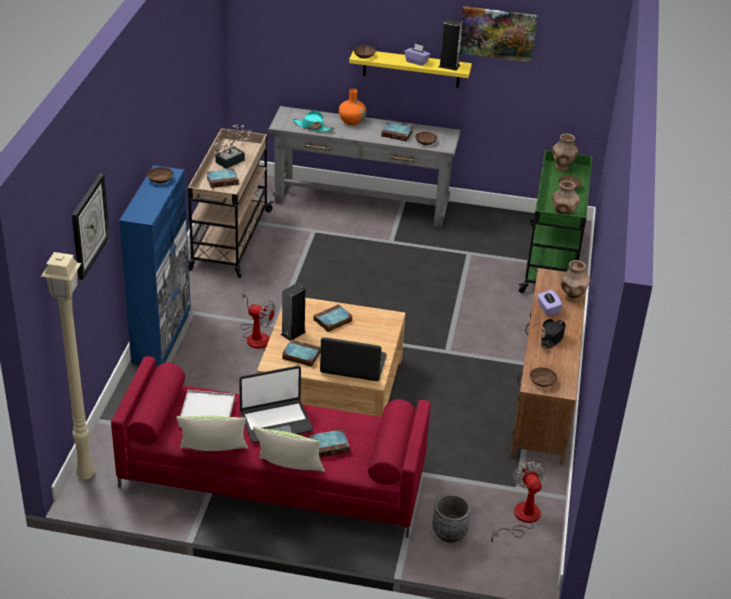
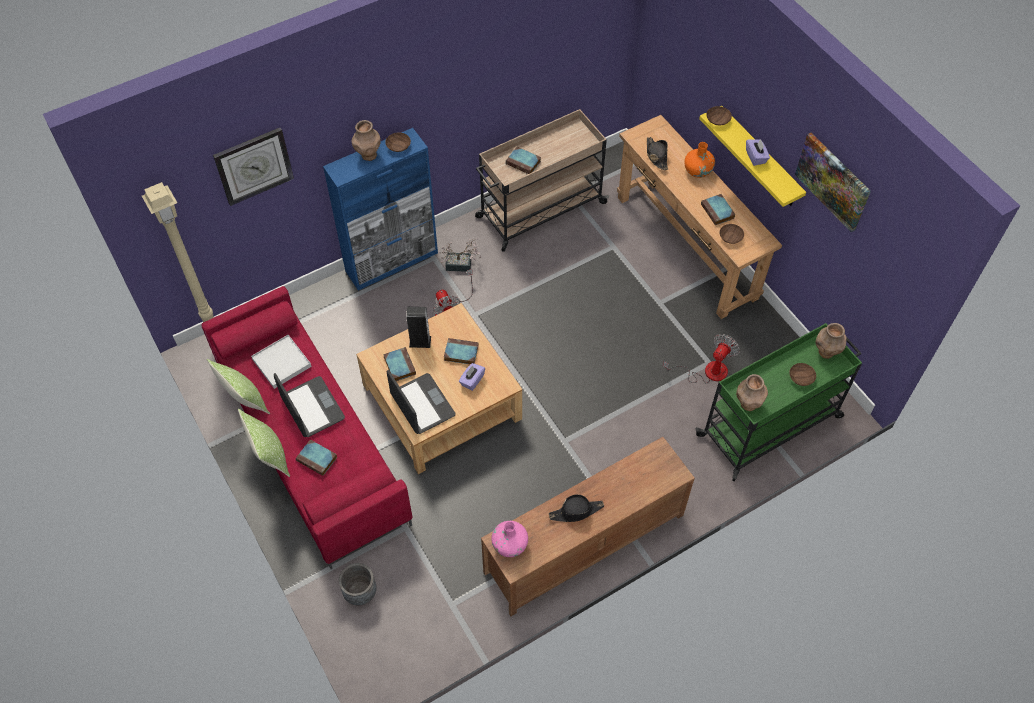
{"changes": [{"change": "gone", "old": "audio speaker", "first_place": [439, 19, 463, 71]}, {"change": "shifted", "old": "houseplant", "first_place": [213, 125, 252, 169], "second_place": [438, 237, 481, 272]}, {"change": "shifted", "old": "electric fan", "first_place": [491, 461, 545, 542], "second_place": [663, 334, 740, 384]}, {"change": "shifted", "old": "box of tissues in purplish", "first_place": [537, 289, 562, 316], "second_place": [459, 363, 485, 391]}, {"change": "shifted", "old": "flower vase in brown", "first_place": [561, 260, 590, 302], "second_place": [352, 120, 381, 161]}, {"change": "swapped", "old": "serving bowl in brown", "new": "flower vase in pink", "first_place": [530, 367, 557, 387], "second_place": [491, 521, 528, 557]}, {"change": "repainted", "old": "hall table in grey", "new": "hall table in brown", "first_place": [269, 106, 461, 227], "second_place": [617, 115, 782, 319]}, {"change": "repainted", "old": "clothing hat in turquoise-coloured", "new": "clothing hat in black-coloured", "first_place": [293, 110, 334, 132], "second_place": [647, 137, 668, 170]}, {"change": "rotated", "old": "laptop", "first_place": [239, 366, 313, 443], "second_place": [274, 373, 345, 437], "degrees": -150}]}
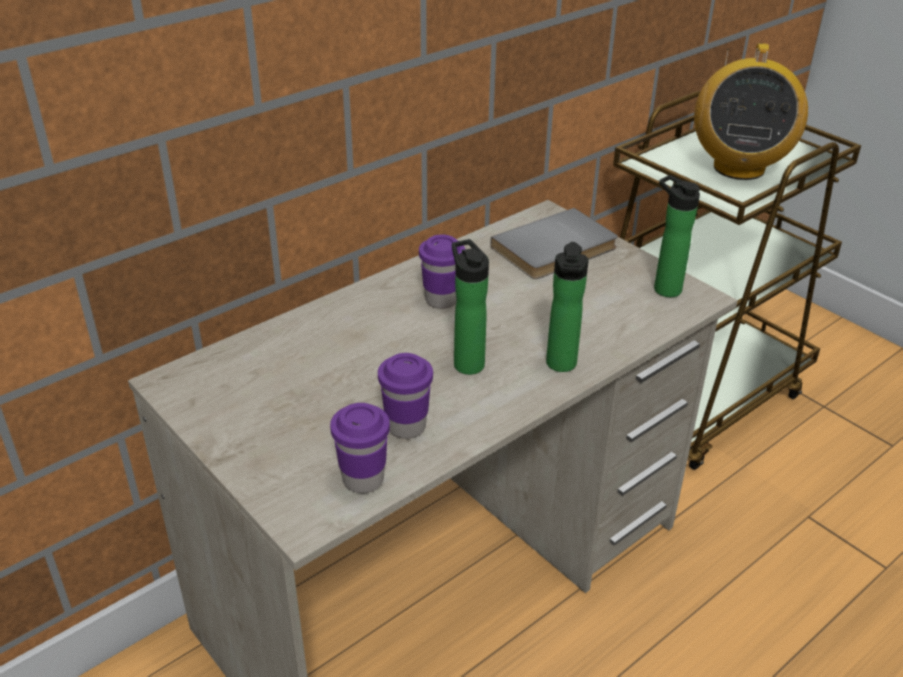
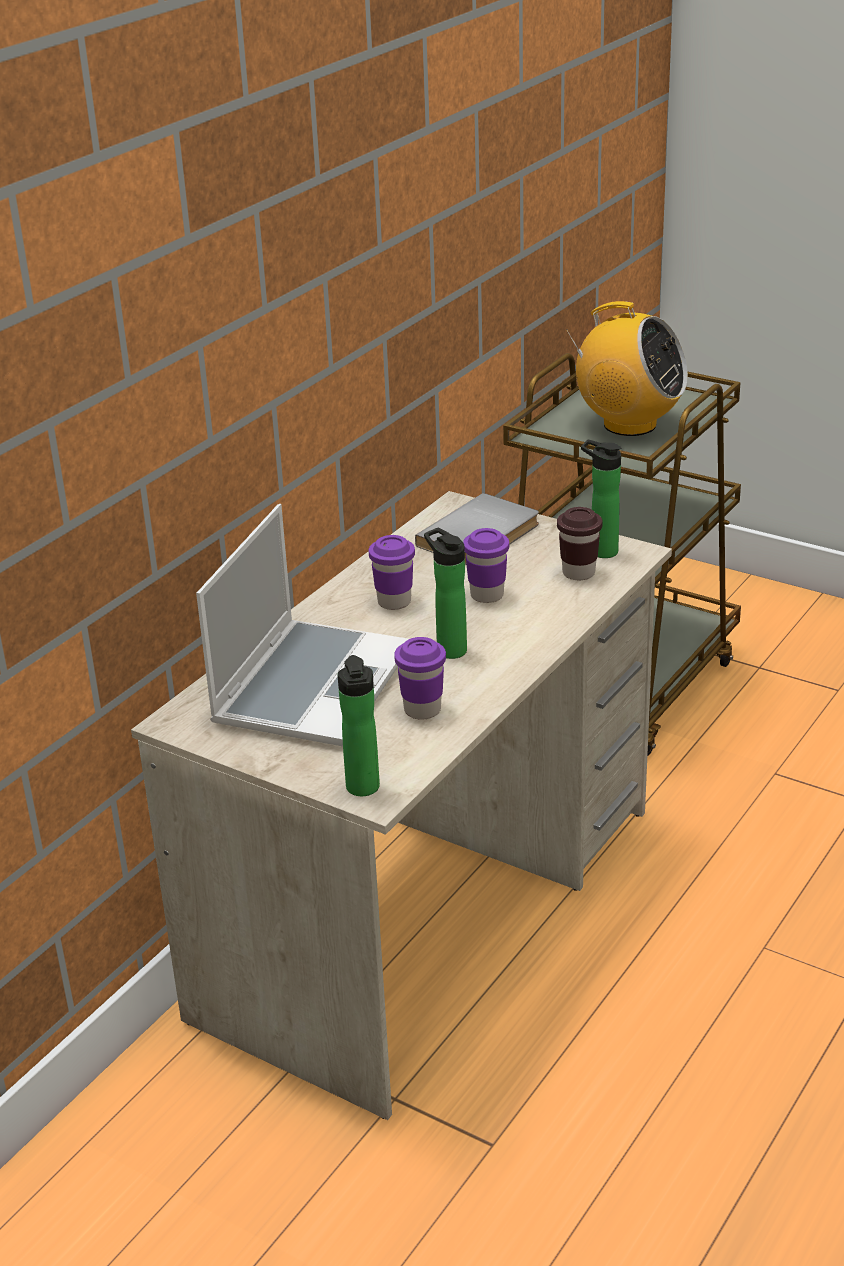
{"changes": [{"change": "new", "new": "laptop", "second_place": [196, 504, 409, 747]}, {"change": "new", "new": "small cup in brown", "second_place": [557, 507, 602, 580]}, {"change": "shifted", "old": "small cup in purplish", "first_place": [330, 403, 390, 493], "second_place": [463, 528, 509, 603]}, {"change": "shifted", "old": "beverage bottle", "first_place": [546, 242, 589, 372], "second_place": [338, 655, 380, 796]}, {"change": "rotated", "old": "radio receiver", "first_place": [694, 43, 808, 180], "second_place": [565, 301, 688, 436], "degrees": -60}]}
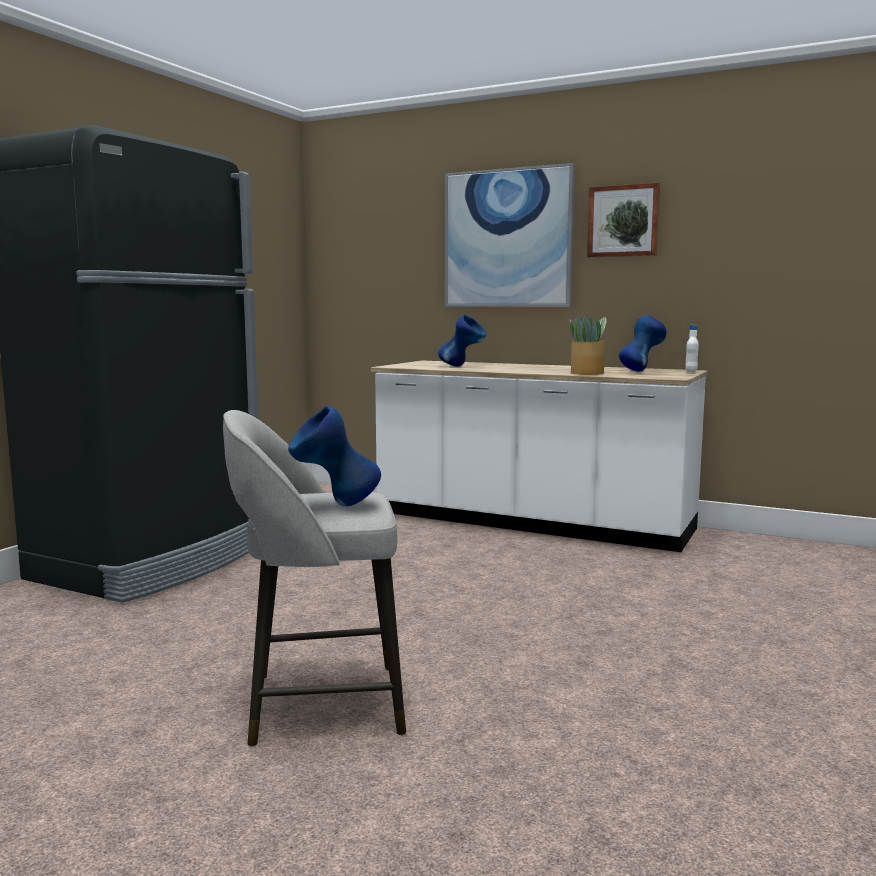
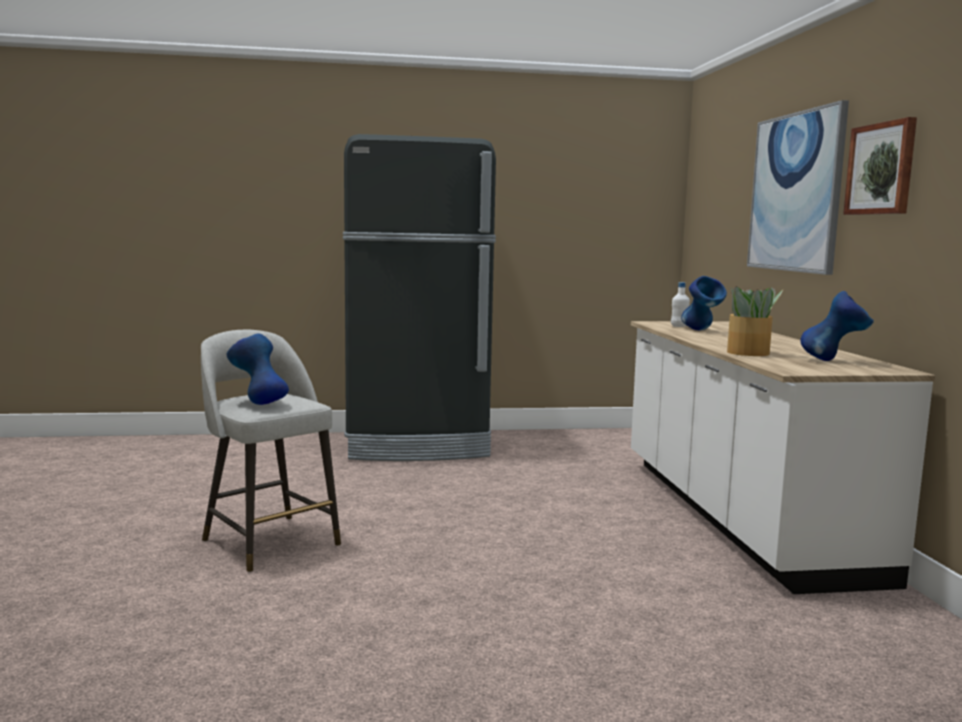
{"changes": [{"change": "shifted", "old": "beverage bottle in white", "first_place": [685, 325, 699, 373], "second_place": [671, 282, 690, 327]}]}
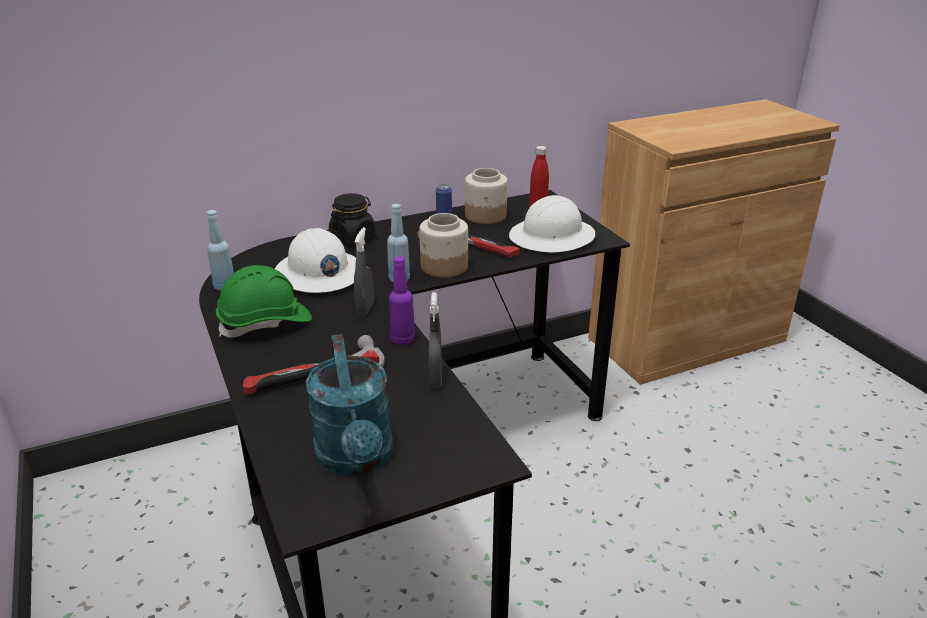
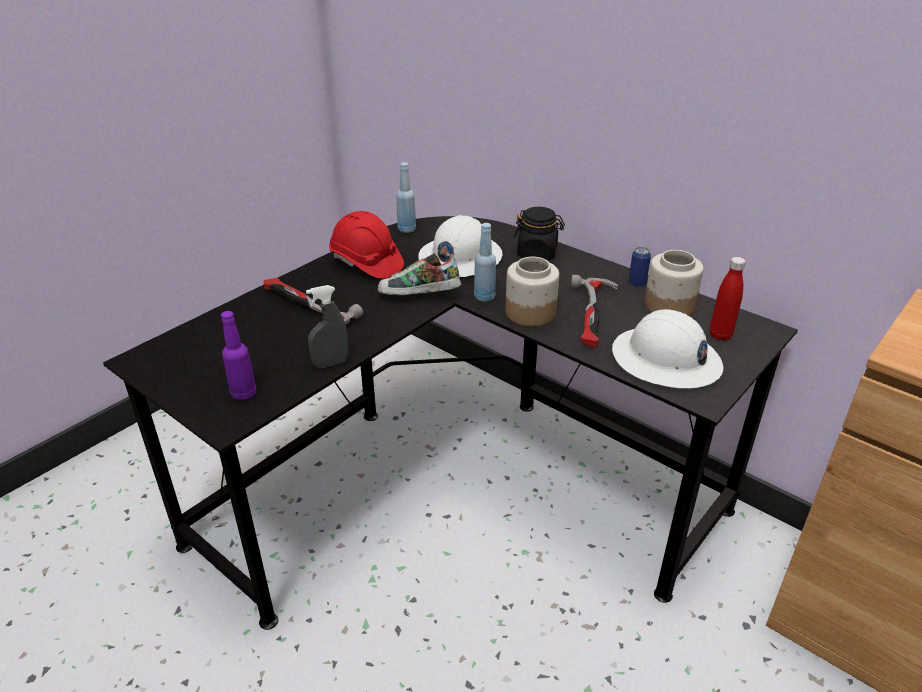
{"changes": [{"change": "gone", "old": "watering pot in turquoise-coloured", "first_place": [306, 334, 393, 476]}, {"change": "shifted", "old": "beverage bottle in purplish", "first_place": [389, 256, 415, 345], "second_place": [221, 311, 256, 401]}, {"change": "swapped", "old": "sprayer in grey", "new": "item of footwear", "first_place": [354, 227, 374, 316], "second_place": [378, 253, 461, 295]}, {"change": "repainted", "old": "work helmet in greenish", "new": "work helmet in red", "first_place": [216, 265, 312, 338], "second_place": [329, 211, 404, 279]}]}
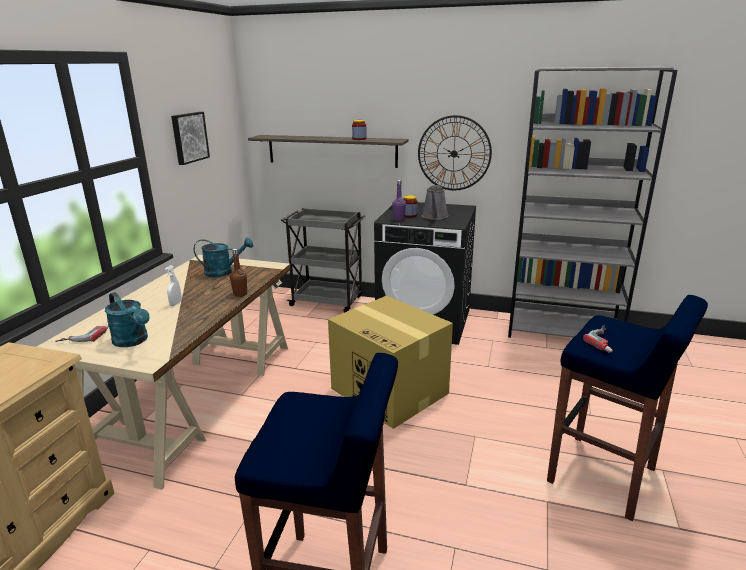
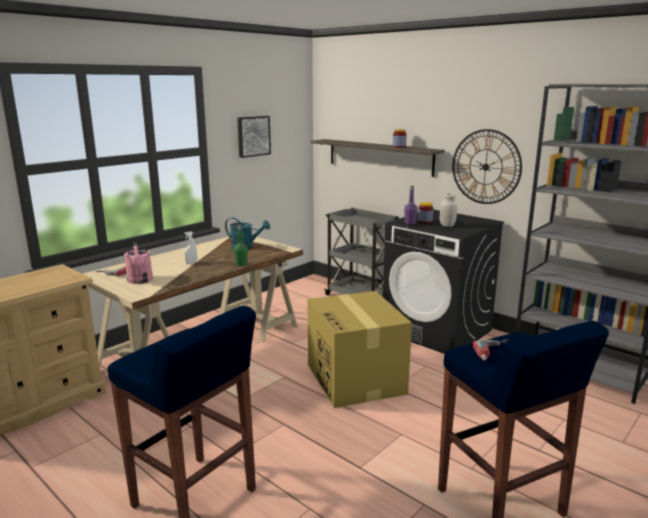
{"changes": [{"change": "swapped", "old": "watering pot in grey", "new": "jar in white", "first_place": [422, 185, 448, 220], "second_place": [440, 194, 457, 227]}, {"change": "repainted", "old": "watering pot in turquoise-coloured", "new": "watering pot in pink", "first_place": [105, 292, 150, 347], "second_place": [124, 242, 153, 284]}, {"change": "repainted", "old": "beverage bottle in brown", "new": "beverage bottle in greenish", "first_place": [230, 249, 247, 297], "second_place": [234, 225, 248, 266]}]}
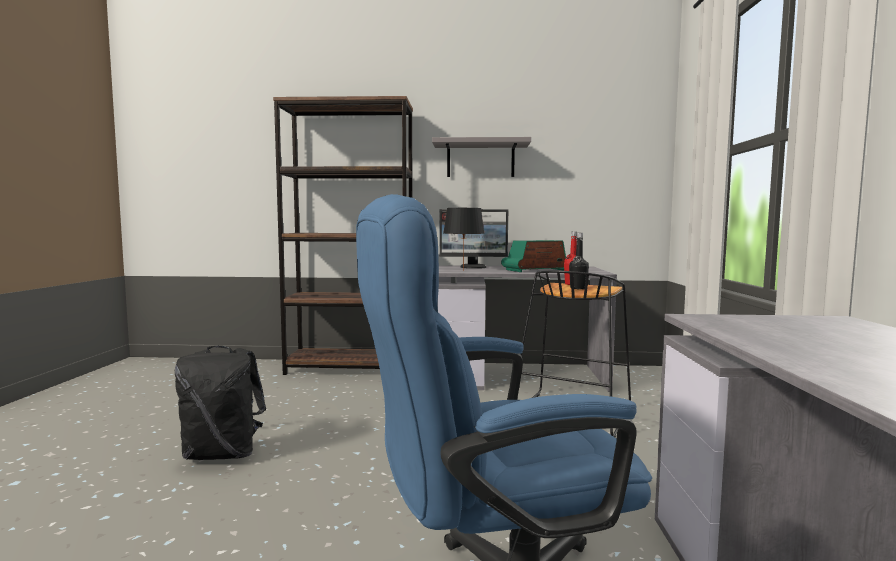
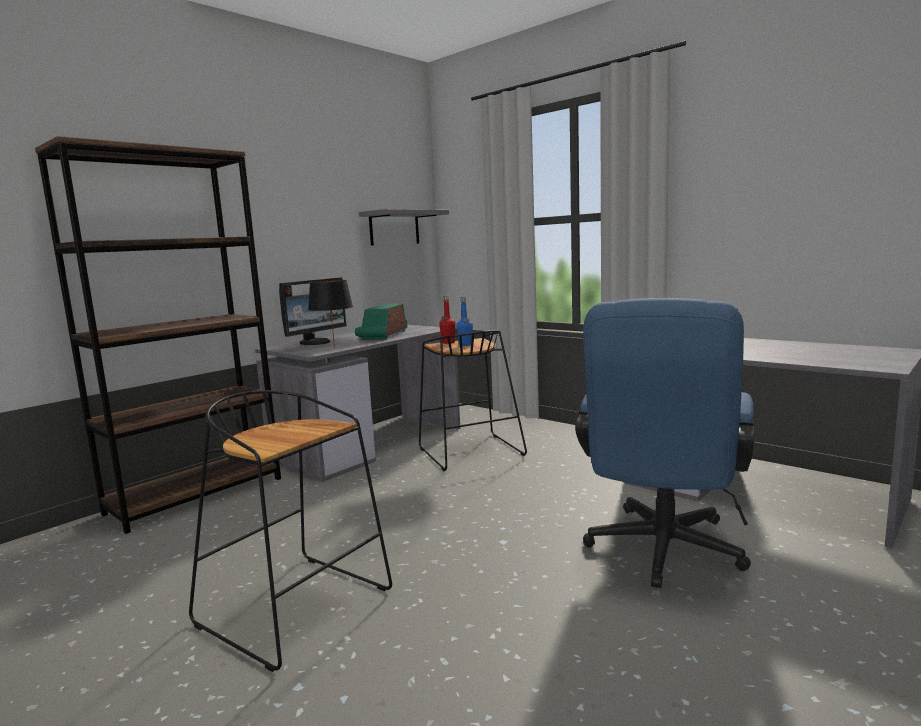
{"changes": [{"change": "shifted", "old": "shelf in grey", "first_place": [432, 137, 531, 177], "second_place": [359, 209, 449, 246]}, {"change": "swapped", "old": "backpack in black-coloured", "new": "sitting stool in black-coloured", "first_place": [174, 346, 266, 460], "second_place": [189, 390, 392, 672]}, {"change": "repainted", "old": "beverage bottle in black-coloured", "new": "beverage bottle in blue", "first_place": [569, 233, 589, 289], "second_place": [456, 297, 473, 346]}]}
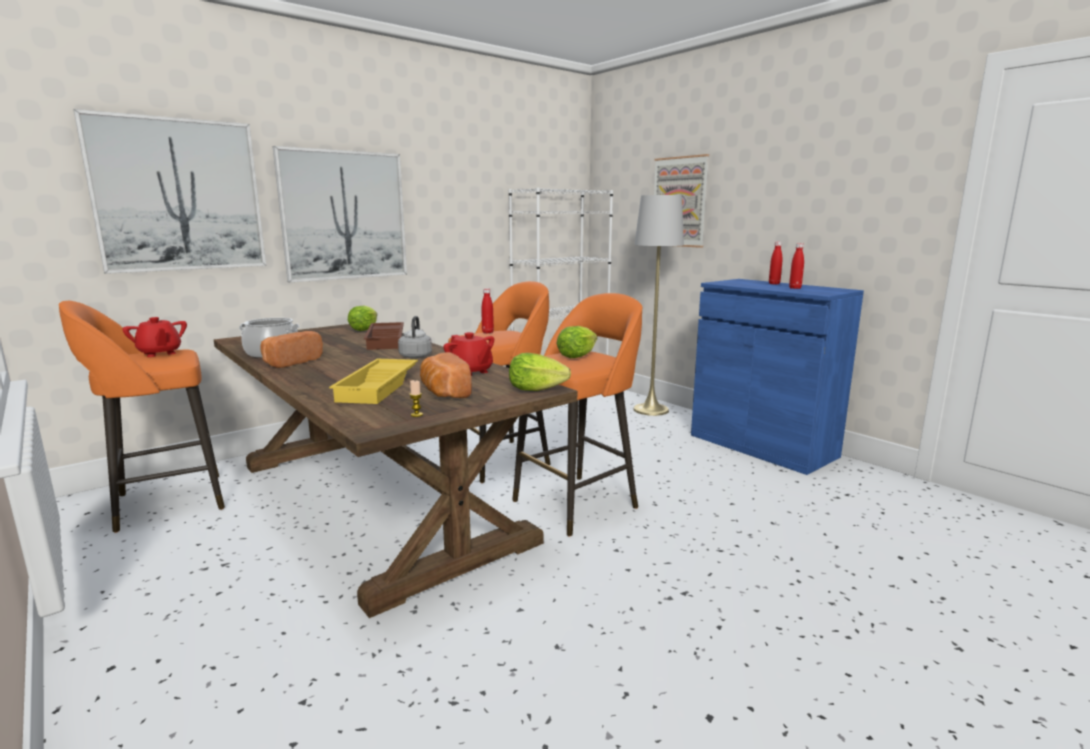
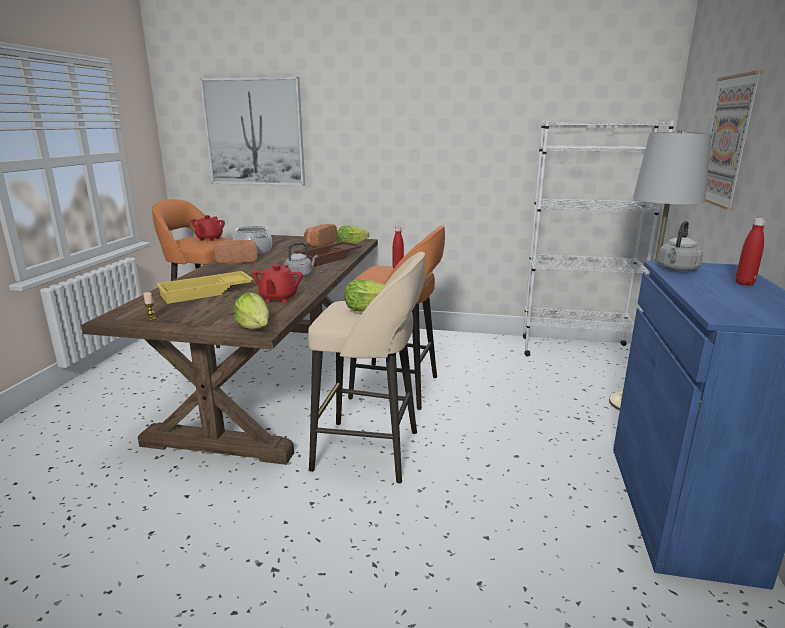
{"changes": [{"change": "gone", "old": "wall art", "first_place": [272, 146, 407, 282]}, {"change": "gone", "old": "beverage bottle in red", "first_place": [789, 243, 804, 289]}, {"change": "new", "new": "kettle in grey", "second_place": [658, 221, 703, 272]}, {"change": "shifted", "old": "baked bread", "first_place": [420, 352, 472, 398], "second_place": [304, 224, 337, 247]}, {"change": "repainted", "old": "sitting stool in orange-coloured", "new": "sitting stool in sand-coloured", "first_place": [512, 293, 642, 536], "second_place": [308, 252, 425, 484]}]}
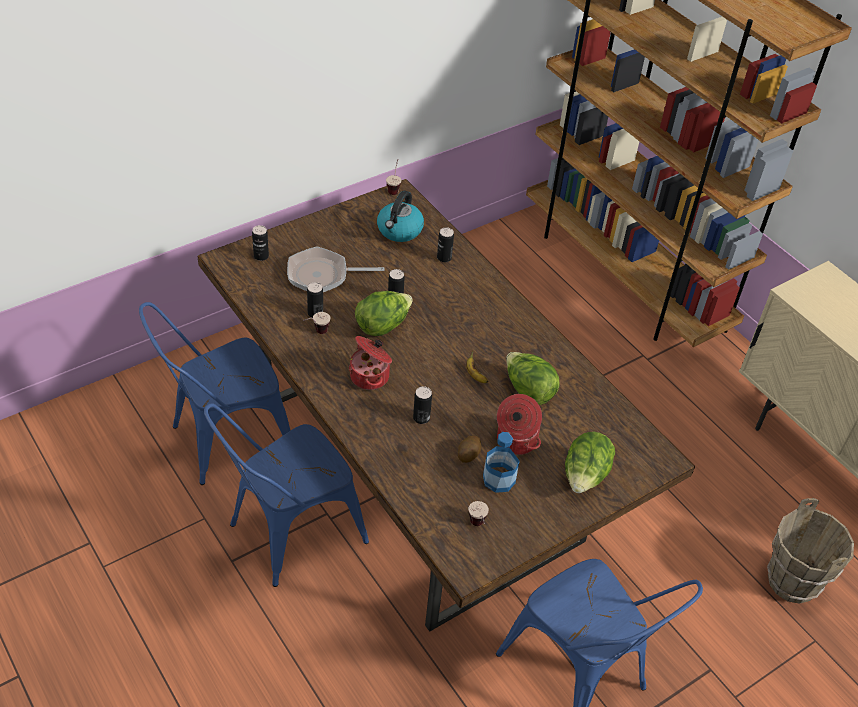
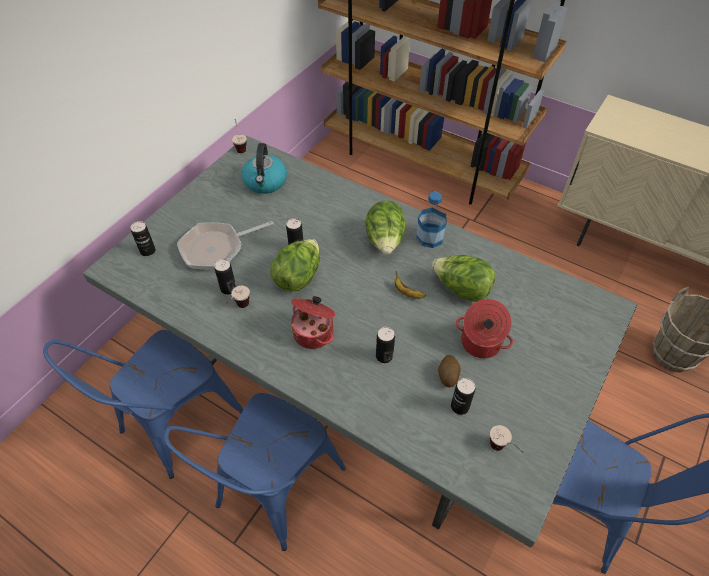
{"changes": [{"change": "shifted", "old": "metal can", "first_place": [437, 227, 454, 262], "second_place": [451, 378, 475, 415]}, {"change": "shifted", "old": "beverage bottle", "first_place": [483, 432, 520, 493], "second_place": [416, 191, 447, 248]}, {"change": "shifted", "old": "head of lettuce", "first_place": [565, 432, 615, 493], "second_place": [365, 200, 406, 255]}, {"change": "repainted", "old": "dinner table in brown", "new": "dinner table in grey", "first_place": [197, 179, 695, 631], "second_place": [83, 136, 638, 548]}]}
